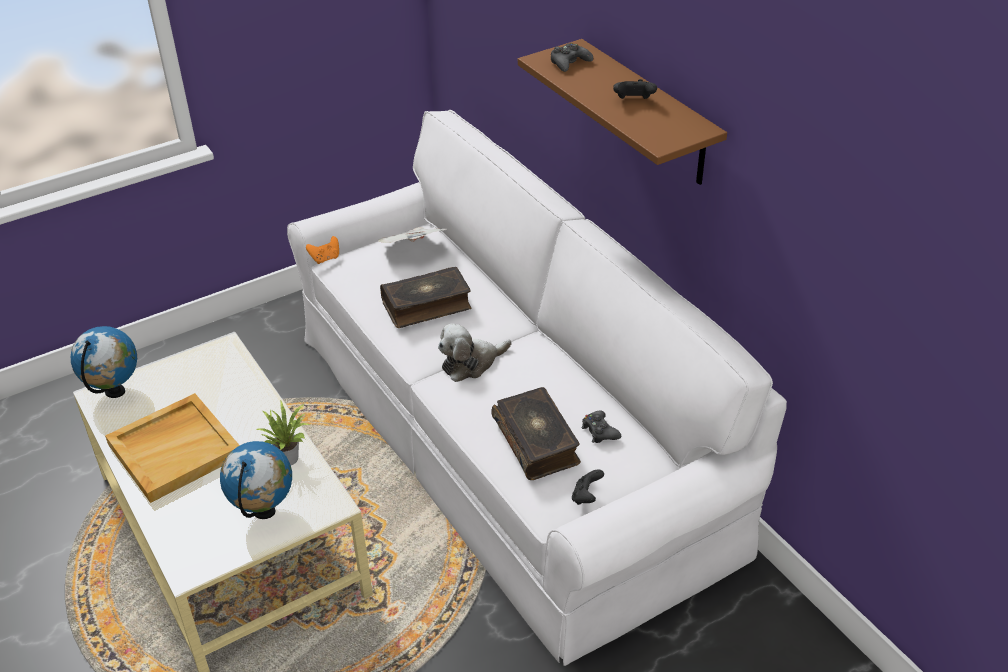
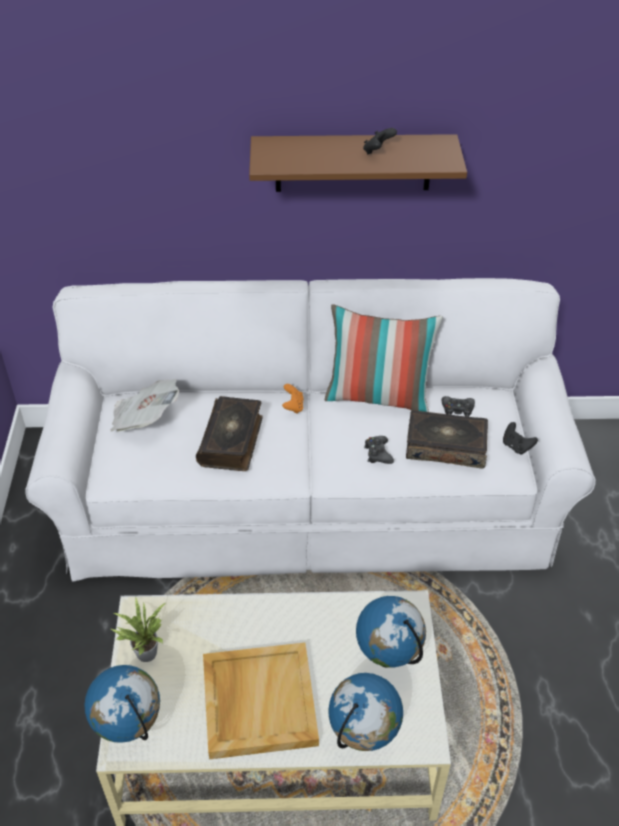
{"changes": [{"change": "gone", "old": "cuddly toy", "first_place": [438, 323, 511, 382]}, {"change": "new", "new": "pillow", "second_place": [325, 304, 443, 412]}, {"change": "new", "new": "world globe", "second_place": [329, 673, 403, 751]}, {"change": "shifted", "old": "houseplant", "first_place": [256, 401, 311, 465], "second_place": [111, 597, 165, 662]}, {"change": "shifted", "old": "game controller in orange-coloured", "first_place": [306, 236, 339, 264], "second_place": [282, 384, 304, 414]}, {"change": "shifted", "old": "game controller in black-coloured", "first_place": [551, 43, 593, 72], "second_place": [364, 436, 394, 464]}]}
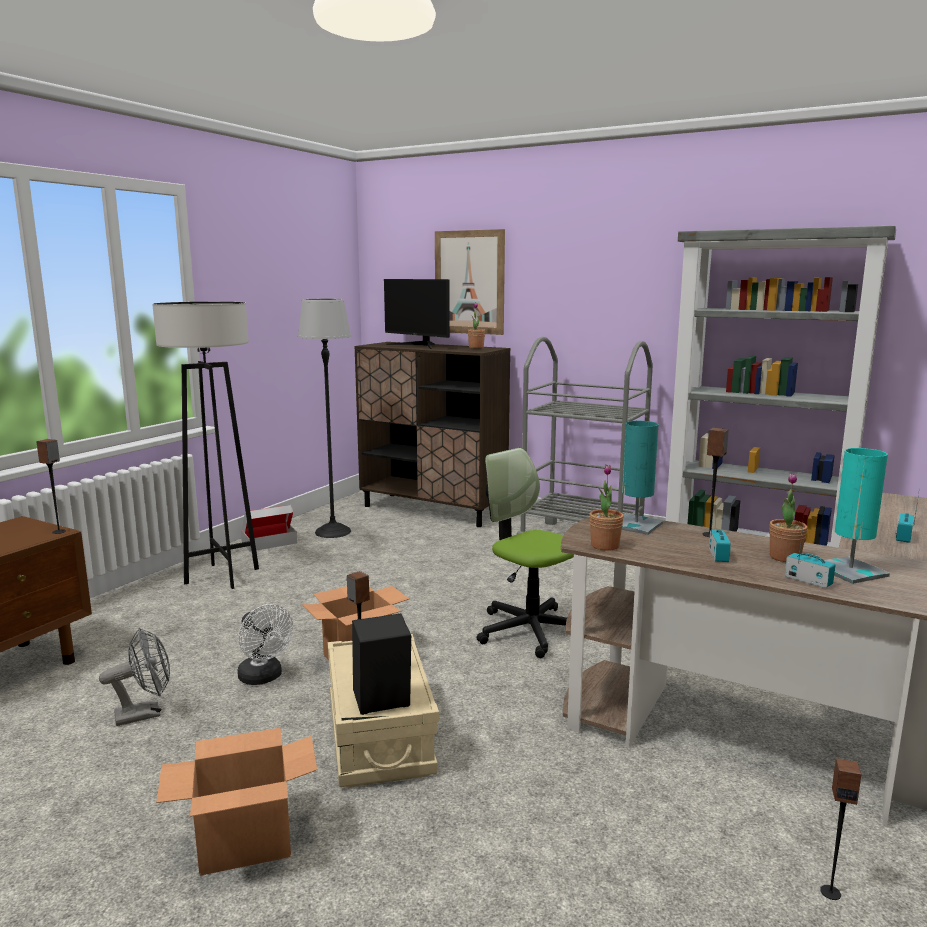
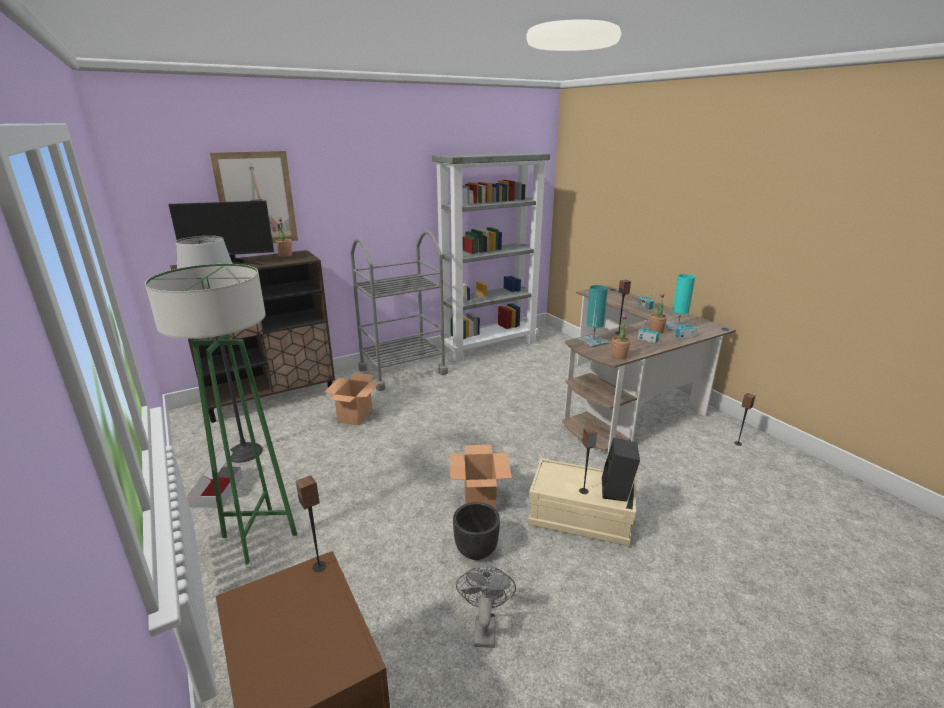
{"changes": [{"change": "gone", "old": "computer chair", "first_place": [477, 448, 574, 658]}, {"change": "shifted", "old": "cardboard box", "first_place": [156, 728, 317, 876], "second_place": [323, 373, 380, 426]}, {"change": "swapped", "old": "electric fan in white", "new": "flower pot in black-coloured", "first_place": [237, 604, 293, 685], "second_place": [453, 502, 500, 560]}, {"change": "repainted", "old": "floor lamp in grey", "new": "floor lamp in greenish", "first_place": [152, 302, 259, 589], "second_place": [145, 264, 297, 565]}]}
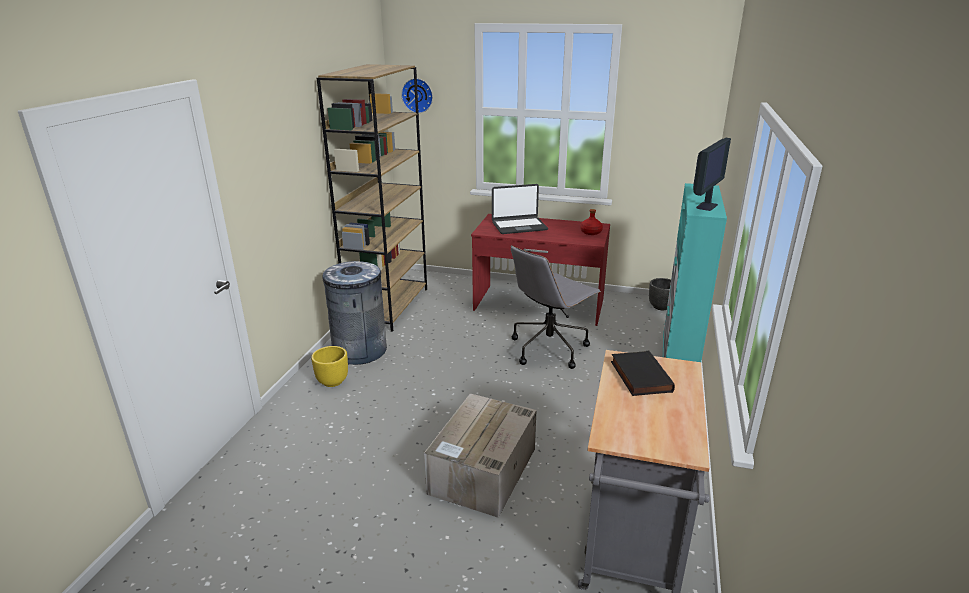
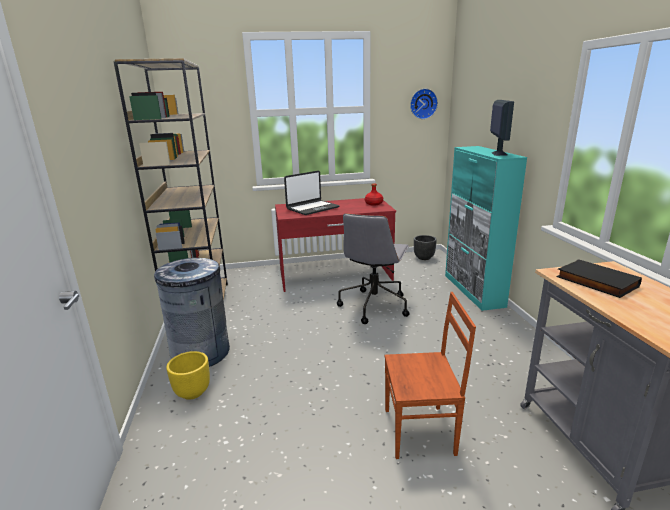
{"changes": [{"change": "shifted", "old": "wall clock", "first_place": [401, 78, 433, 113], "second_place": [410, 88, 438, 119]}, {"change": "swapped", "old": "cardboard box", "new": "plain chair in brown", "first_place": [424, 393, 537, 518], "second_place": [385, 292, 476, 459]}]}
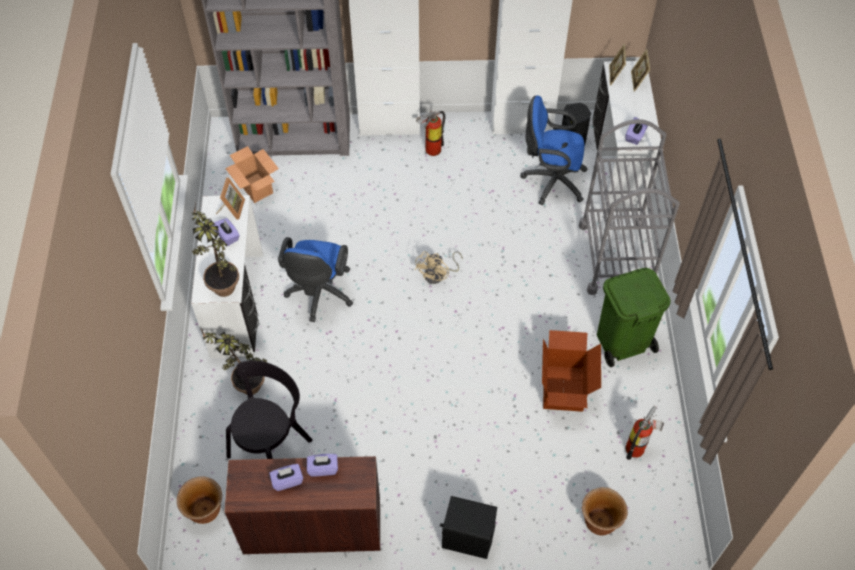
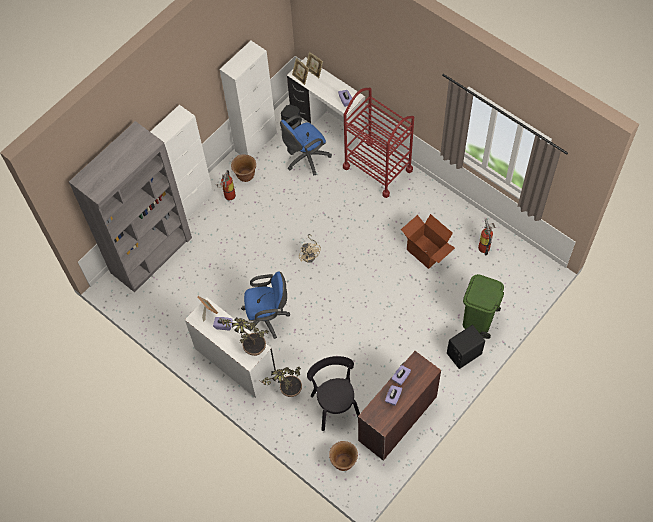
{"changes": [{"change": "gone", "old": "cardboard box", "first_place": [225, 146, 279, 203]}, {"change": "shifted", "old": "flower pot in brown", "first_place": [582, 487, 628, 535], "second_place": [231, 155, 256, 182]}, {"change": "shifted", "old": "waste bin in greenish", "first_place": [597, 268, 671, 367], "second_place": [463, 274, 504, 339]}, {"change": "repainted", "old": "cart in grey", "new": "cart in red", "first_place": [579, 119, 680, 295], "second_place": [343, 88, 414, 198]}, {"change": "rotated", "old": "computer chair in blue", "first_place": [278, 237, 353, 322], "second_place": [241, 271, 290, 339], "degrees": -60}]}
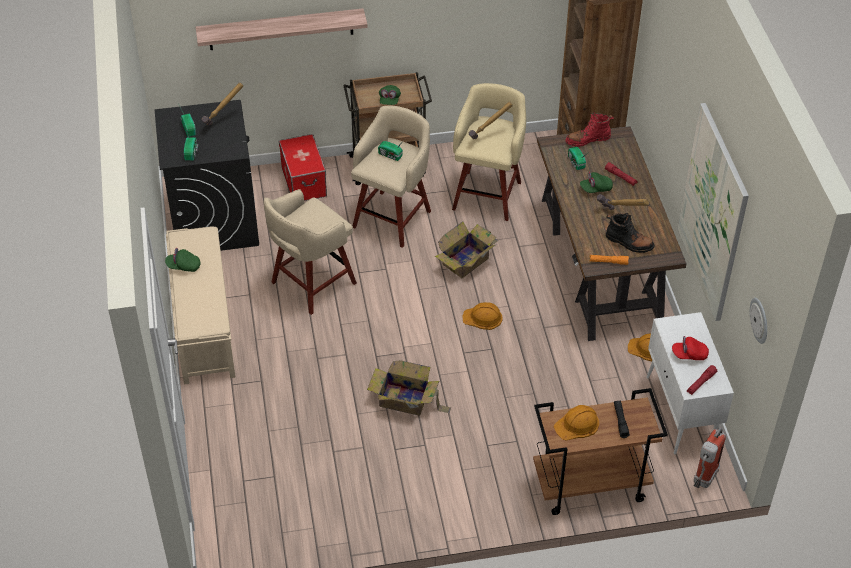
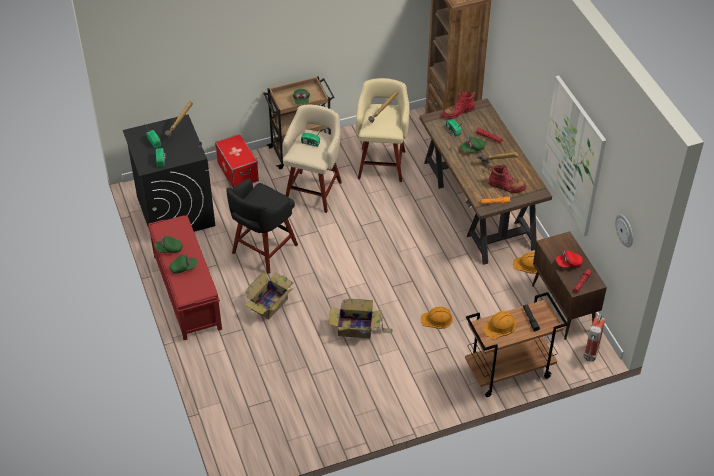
{"changes": [{"change": "gone", "old": "shelf", "first_place": [196, 8, 368, 50]}, {"change": "new", "new": "peaked cap in greenish", "second_place": [170, 254, 197, 274]}, {"change": "shifted", "old": "cardboard box", "first_place": [435, 221, 499, 278], "second_place": [245, 272, 293, 319]}, {"change": "shifted", "old": "work helmet in orange-coloured", "first_place": [462, 302, 503, 330], "second_place": [421, 307, 453, 329]}, {"change": "repainted", "old": "bench in sand-coloured", "new": "bench in red", "first_place": [166, 226, 235, 385], "second_place": [148, 215, 222, 340]}, {"change": "repainted", "old": "sitting stool in sand-coloured", "new": "sitting stool in black-coloured", "first_place": [264, 189, 357, 315], "second_place": [226, 178, 298, 274]}, {"change": "repainted", "old": "boot in black-coloured", "new": "boot in red", "first_place": [606, 213, 654, 253], "second_place": [488, 164, 526, 193]}, {"change": "repainted", "old": "storage cabinet in white", "new": "storage cabinet in brown", "first_place": [646, 312, 734, 455], "second_place": [532, 231, 607, 340]}]}
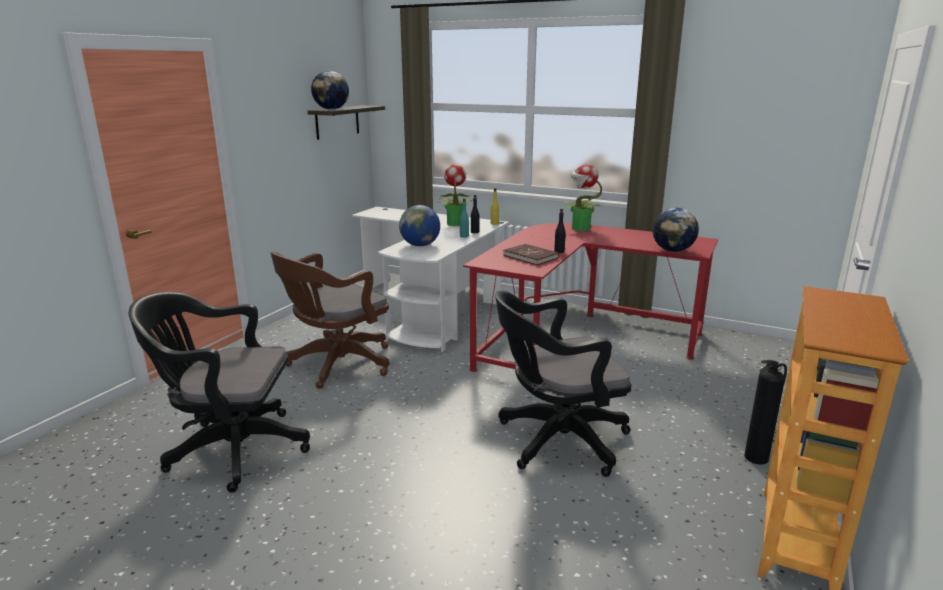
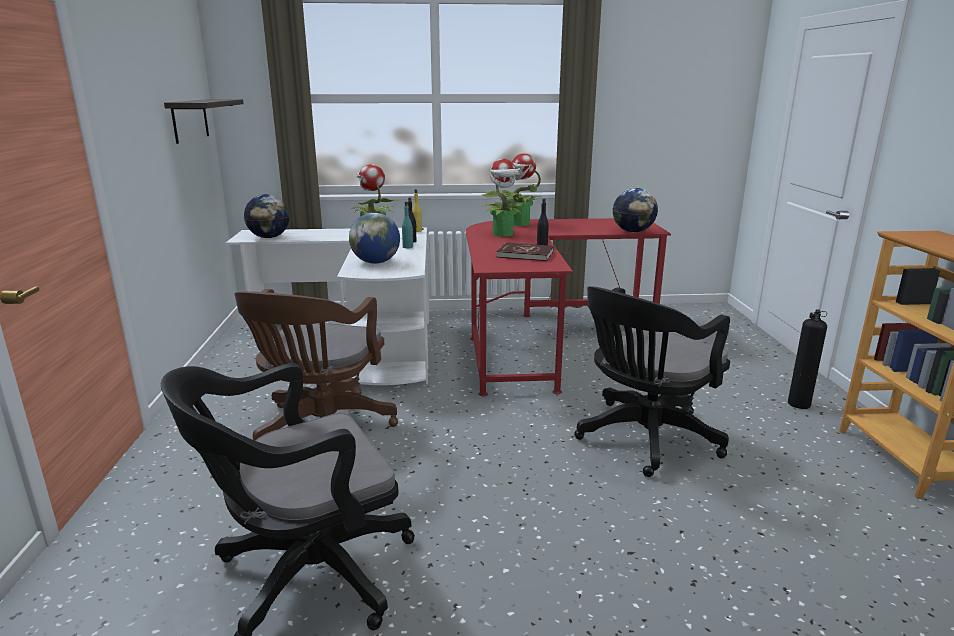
{"changes": [{"change": "new", "new": "houseplant", "second_place": [481, 159, 525, 237]}, {"change": "shifted", "old": "world globe", "first_place": [311, 71, 349, 110], "second_place": [244, 194, 290, 238]}]}
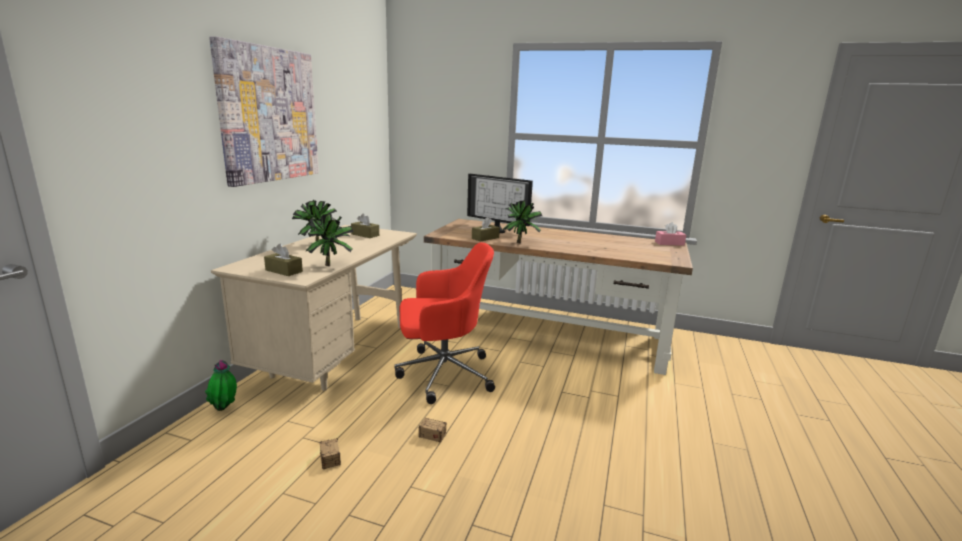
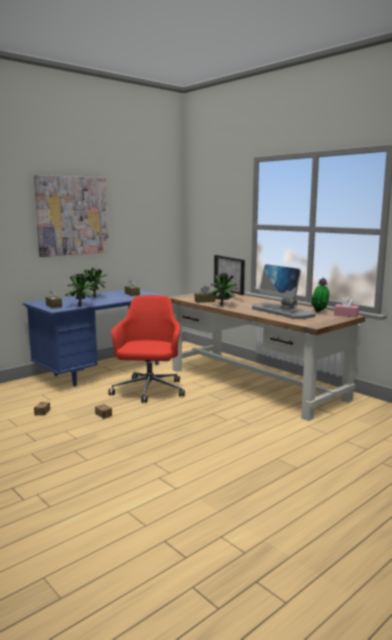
{"changes": [{"change": "new", "new": "monitor", "second_place": [252, 264, 315, 319]}, {"change": "shifted", "old": "houseplant", "first_place": [205, 360, 237, 411], "second_place": [311, 278, 329, 312]}, {"change": "repainted", "old": "desk table in sand-coloured", "new": "desk table in blue", "first_place": [211, 225, 417, 391], "second_place": [23, 290, 166, 386]}, {"change": "rotated", "old": "computer chair in red", "first_place": [394, 242, 495, 404], "second_place": [108, 295, 185, 403], "degrees": -105}]}
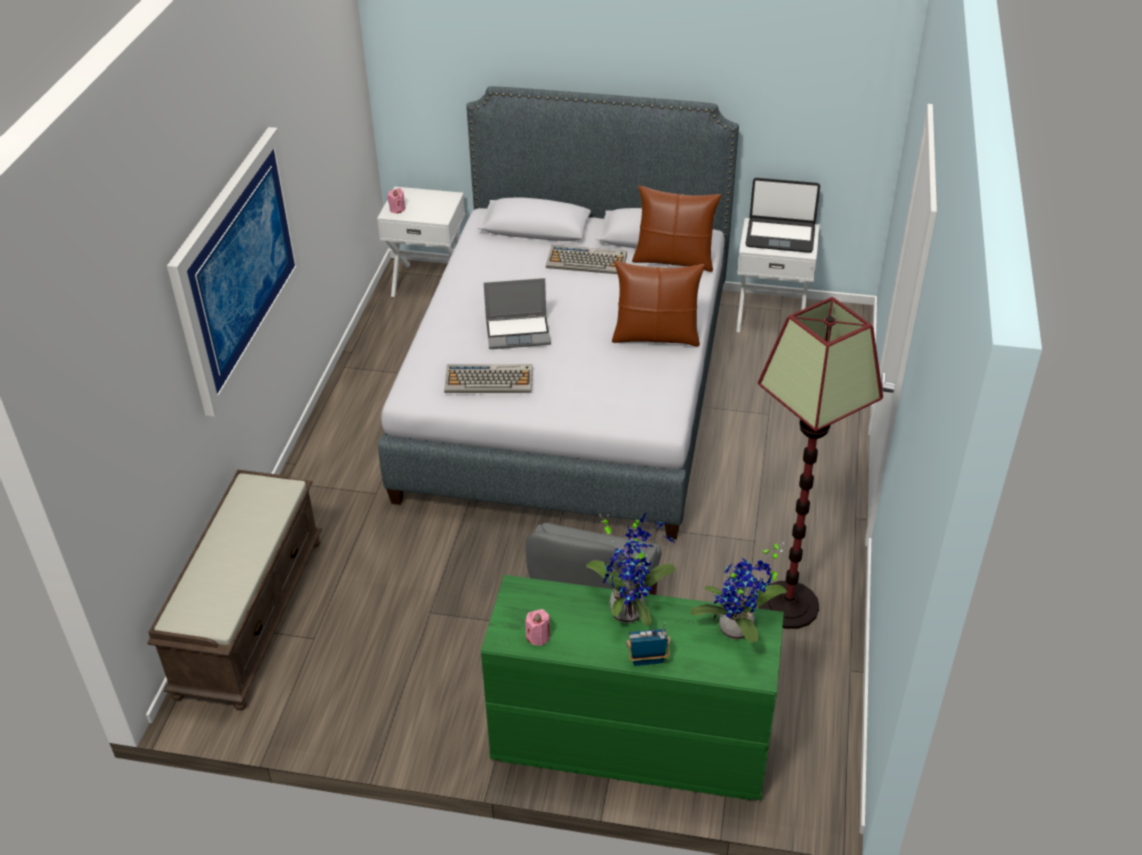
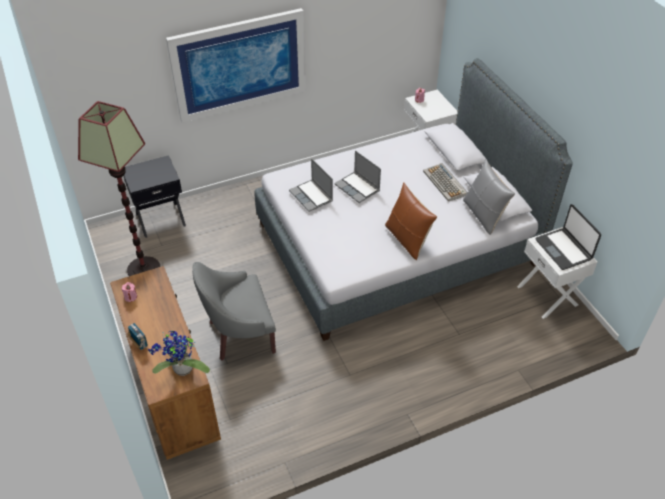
{"changes": [{"change": "gone", "old": "houseplant", "first_place": [586, 513, 676, 625]}, {"change": "shifted", "old": "floor lamp", "first_place": [758, 297, 883, 629], "second_place": [78, 101, 160, 276]}, {"change": "swapped", "old": "bench in brown", "new": "night table in black-coloured", "first_place": [147, 470, 322, 710], "second_place": [124, 155, 186, 238]}, {"change": "swapped", "old": "keyboard", "new": "laptop", "first_place": [444, 364, 533, 393], "second_place": [289, 158, 333, 212]}, {"change": "repainted", "old": "dresser in greenish", "new": "dresser in brown", "first_place": [481, 575, 784, 800], "second_place": [110, 266, 221, 460]}, {"change": "repainted", "old": "pillow in brown", "new": "pillow in grey", "first_place": [632, 186, 721, 272], "second_place": [463, 159, 515, 235]}]}
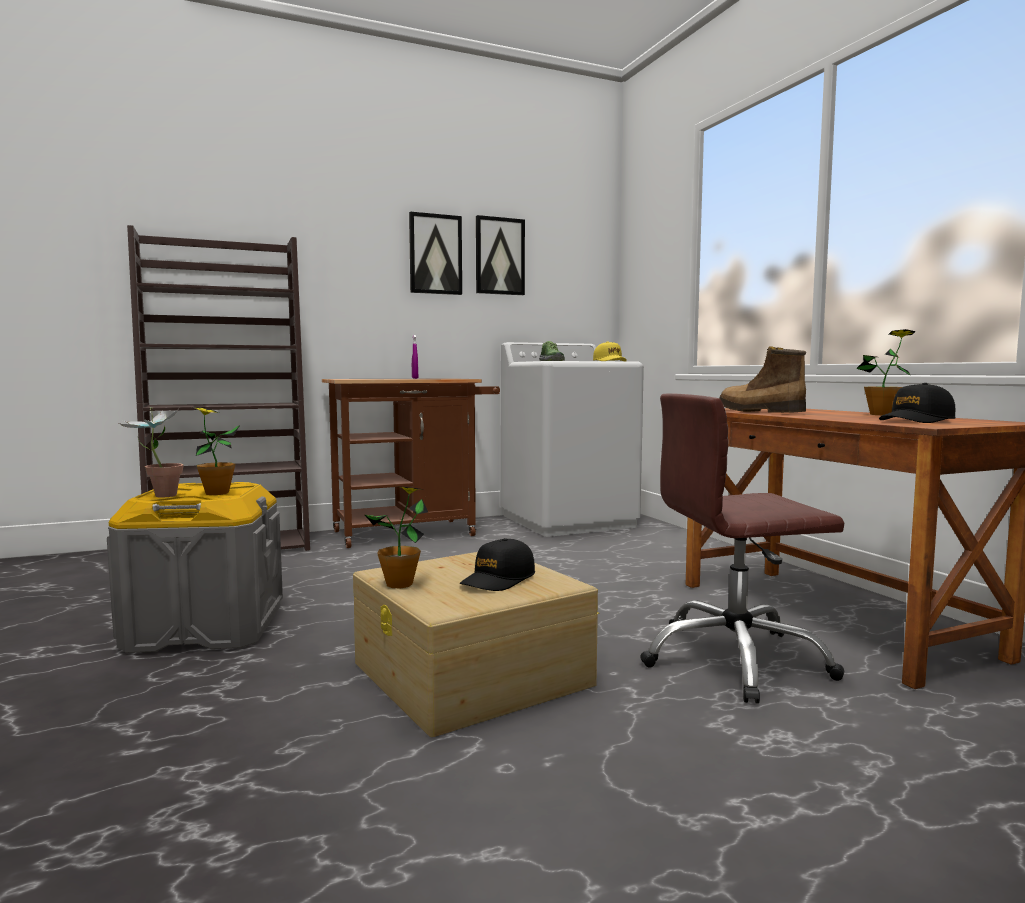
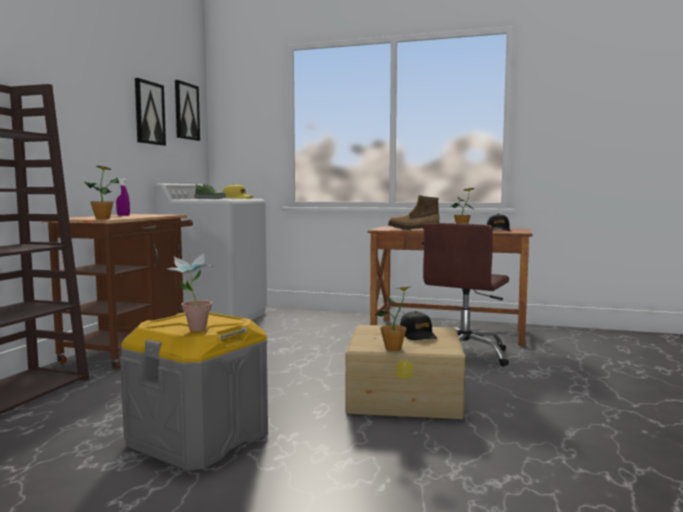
{"changes": [{"change": "shifted", "old": "houseplant", "first_place": [192, 407, 240, 495], "second_place": [84, 166, 119, 219]}, {"change": "shifted", "old": "wall art", "first_place": [409, 212, 462, 295], "second_place": [175, 80, 200, 141]}]}
